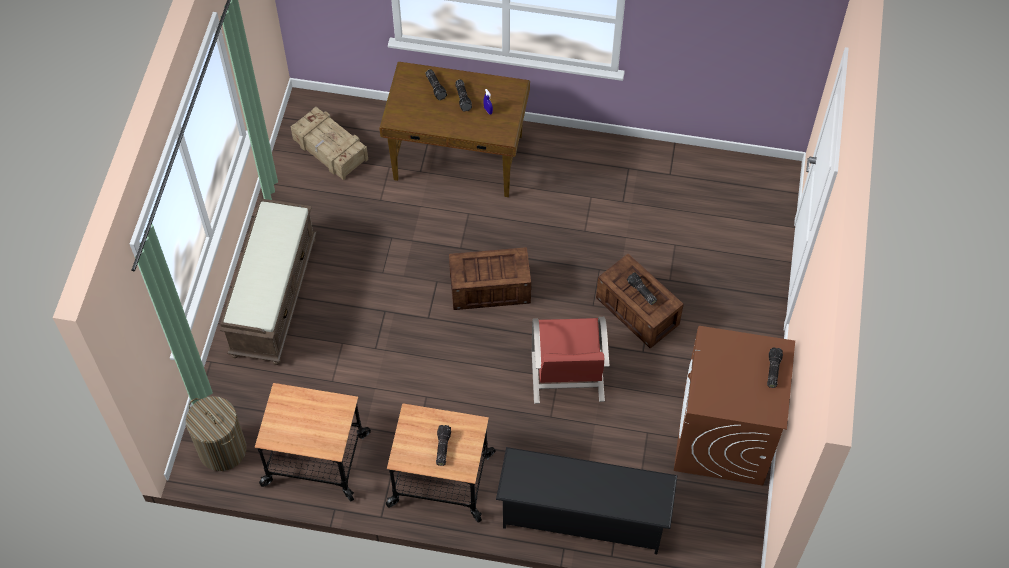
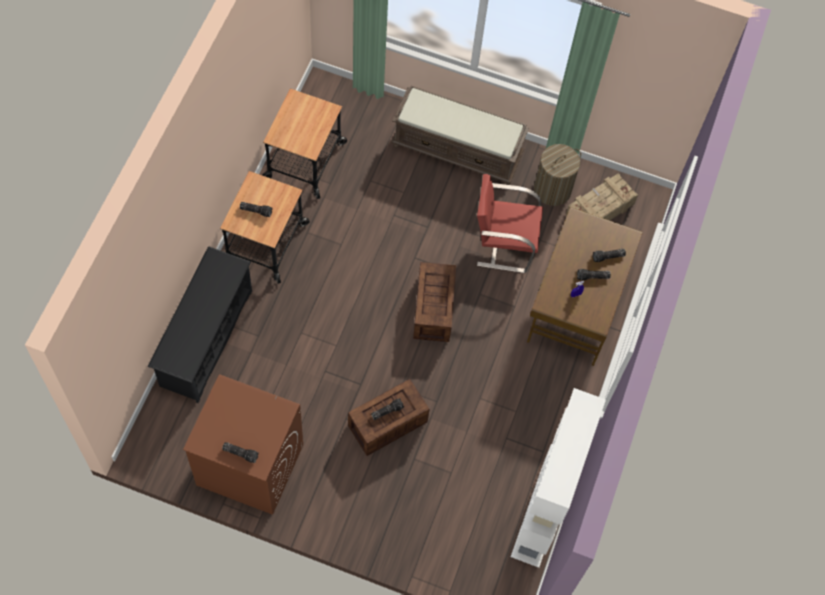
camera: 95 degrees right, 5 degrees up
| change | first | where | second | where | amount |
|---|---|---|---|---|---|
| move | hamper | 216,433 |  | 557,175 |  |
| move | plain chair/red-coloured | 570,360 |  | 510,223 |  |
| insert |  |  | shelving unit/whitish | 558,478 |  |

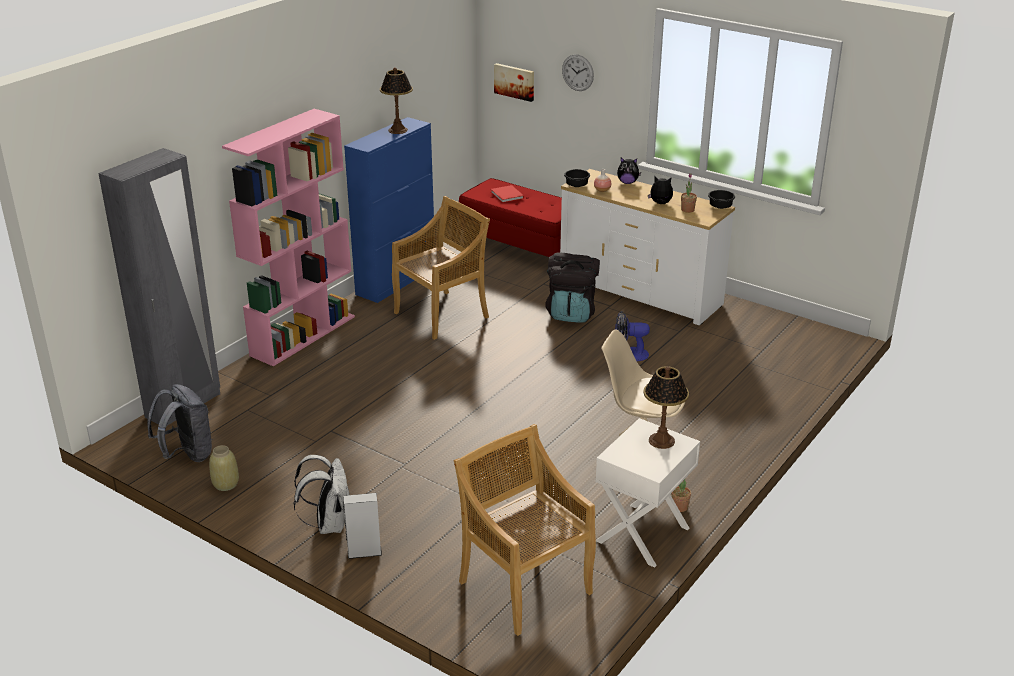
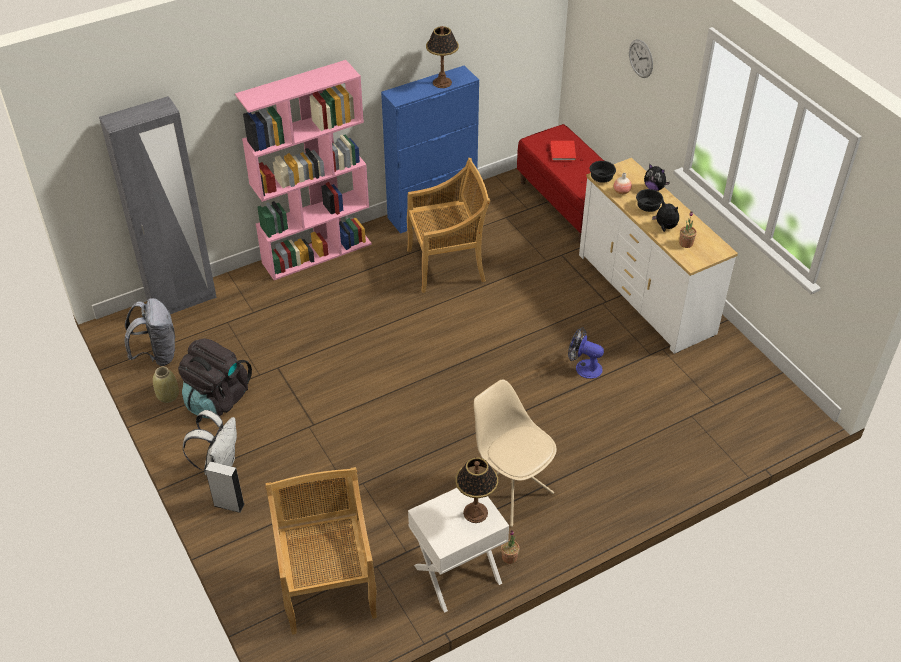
camera: 25 degrees right, 15 degrees up
| change | first | where | second | where | amount |
|---|---|---|---|---|---|
| delete | picture | 514,82 |  |  |  |
| move | backpack/black | 572,287 |  | 215,378 |  |
| move | deep dish/black | 721,199 |  | 649,200 |  |

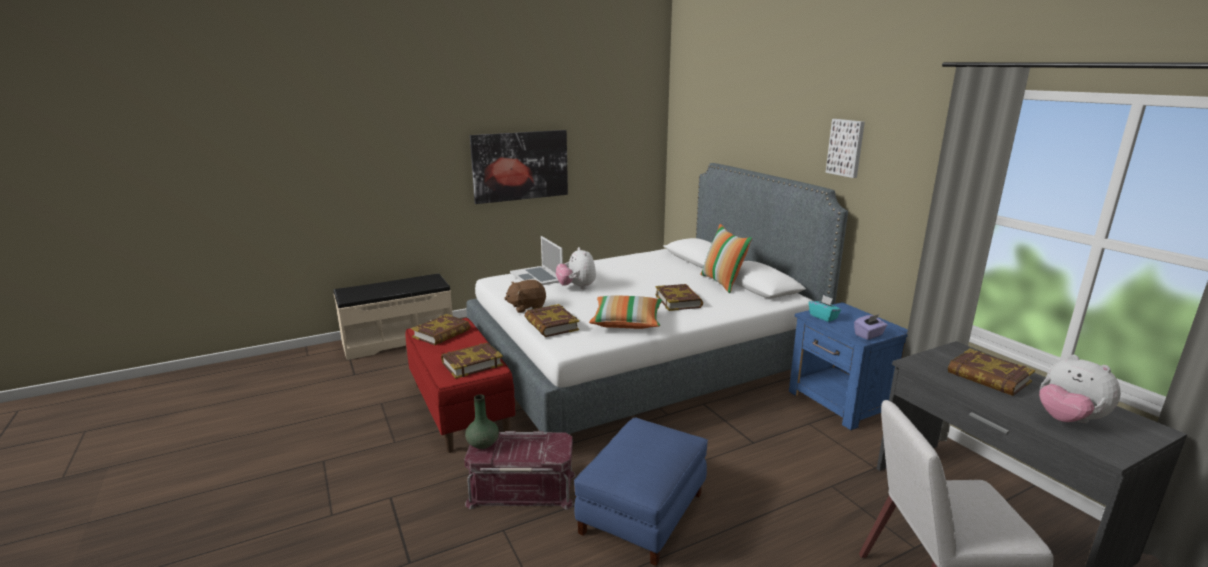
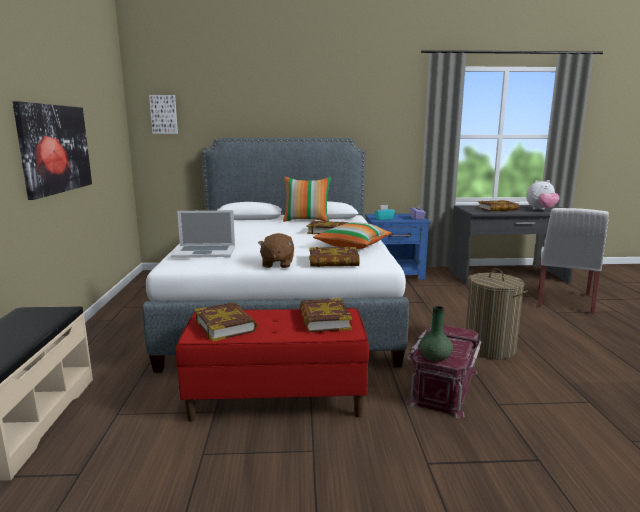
camera: 65 degrees left, 5 degrees down
| change | first | where | second | where | amount |
|---|---|---|---|---|---|
| delete | soft toy | 576,268 |  |  |  |
| replace | pouffe/bluish | 641,491 | hamper | 497,313 |  |
| move | picture | 845,148 |  | 163,114 |  |

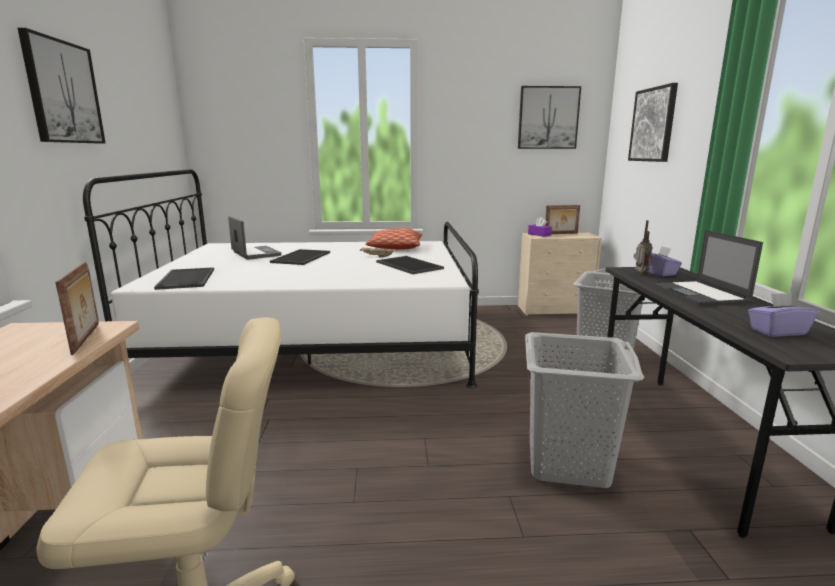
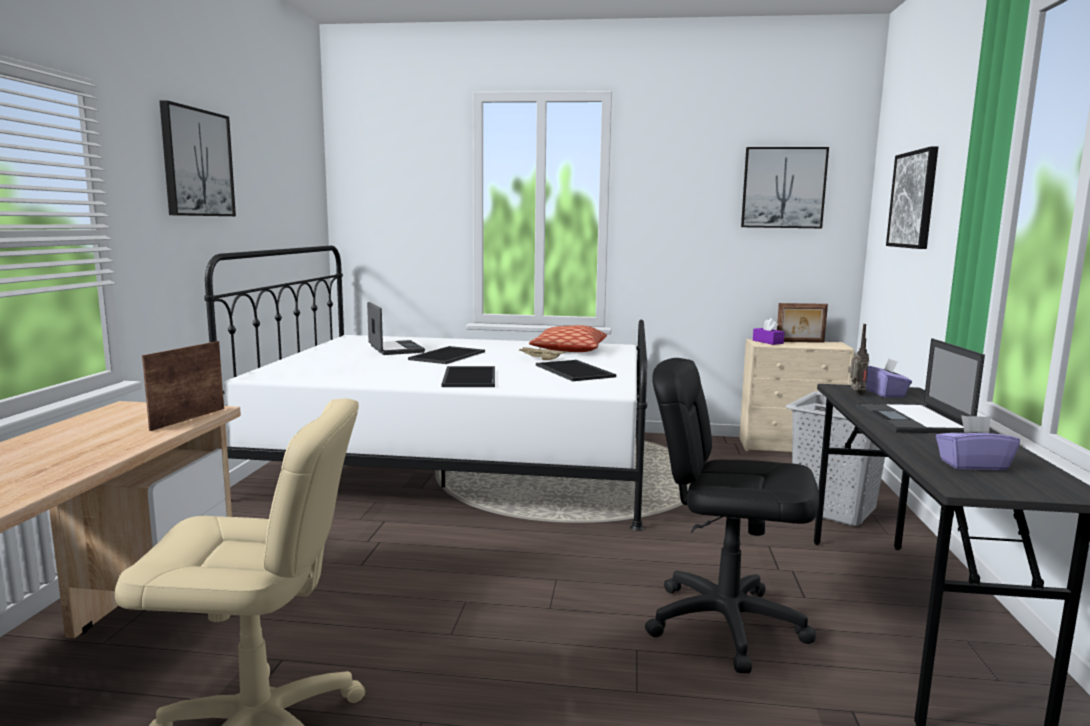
camera: 10 degrees right, 5 degrees down
| change | first | where | second | where | amount |
|---|---|---|---|---|---|
| rotate | picture frame | 77,308 |  | 183,386 | 150 degrees counterclockwise |
| move | serving tray | 184,278 |  | 468,376 |  |
| replace | hamper/greyish | 584,410 | computer chair/black | 732,515 |  |

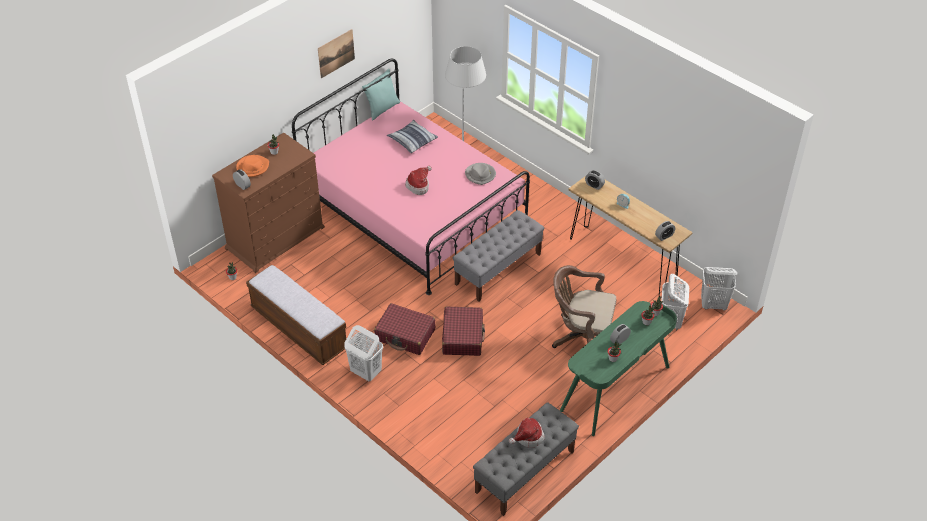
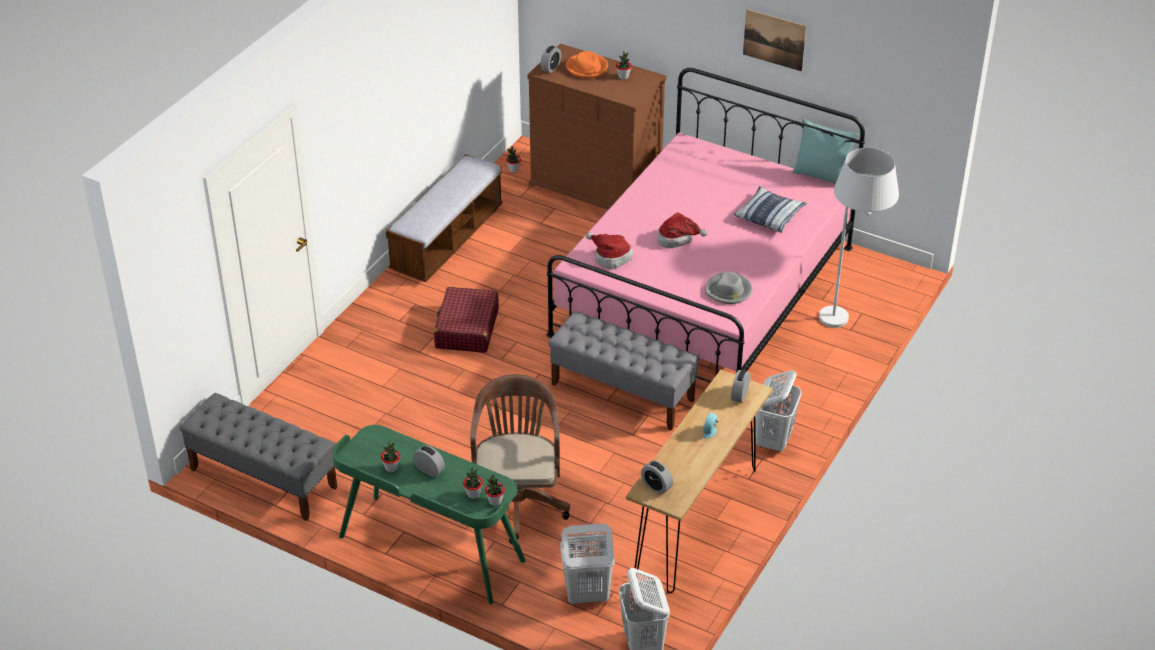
camera: 75 degrees right, 5 degrees down
| change | first | where | second | where | amount |
|---|---|---|---|---|---|
| move | hamper/whitish | 363,353 |  | 779,411 |  |
| delete | travel case/red-coloured | 463,331 |  |  |  |
| move | hat | 527,433 |  | 609,251 |  |

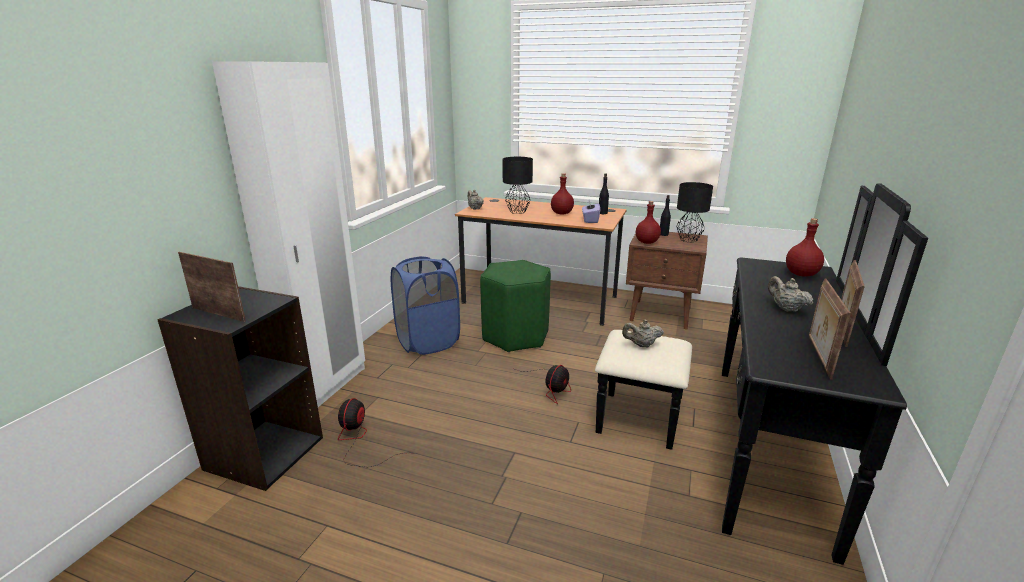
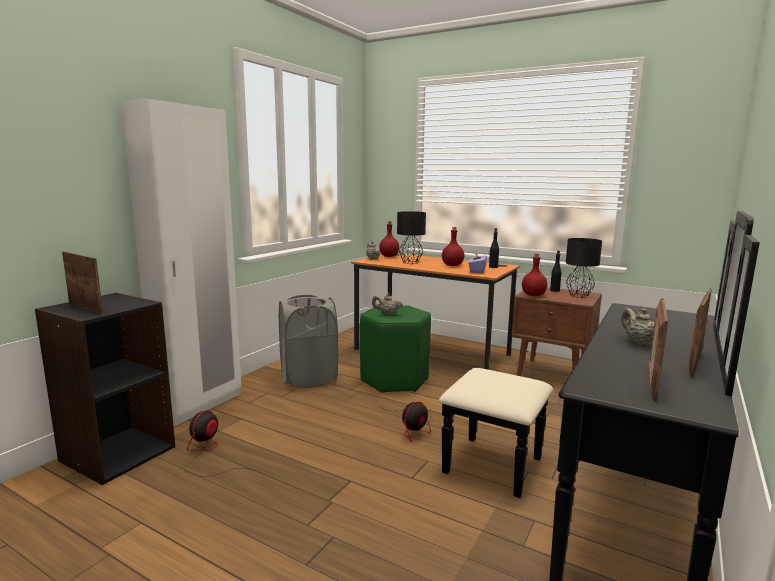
camera: 10 degrees right, 10 degrees down
| change | first | where | second | where | amount |
|---|---|---|---|---|---|
| recolor | hamper/bluish | 425,305 | hamper/greyish | 308,341 |  |
| move | teapot/sand-coloured | 643,333 |  | 387,304 |  |
| move | beverage bottle/red-coloured | 805,247 |  | 389,239 |  |

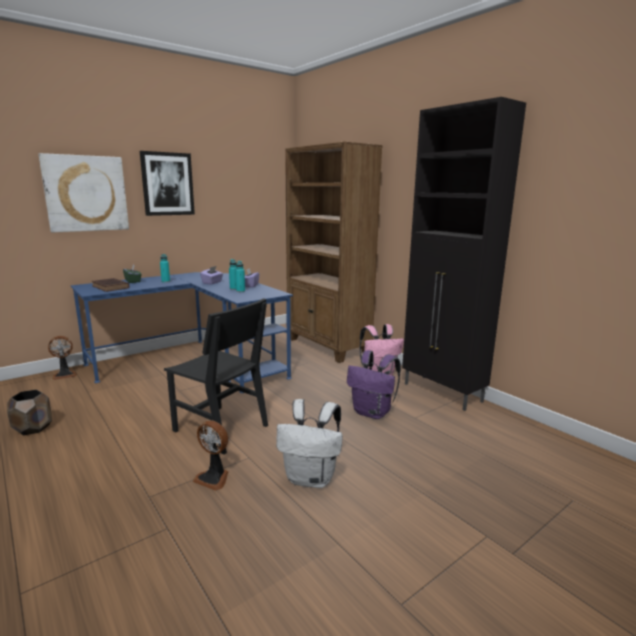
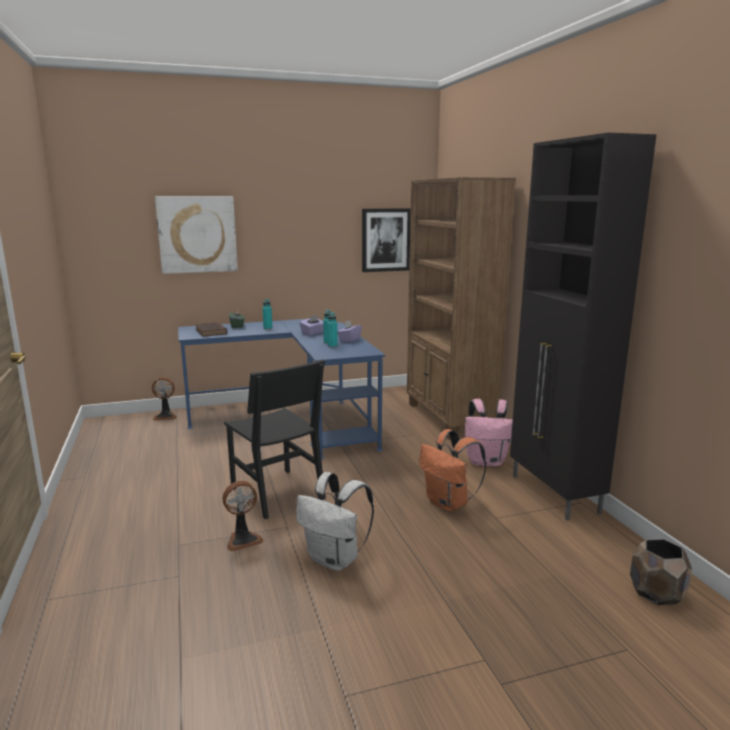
camera: 20 degrees right, 0 degrees up
| change | first | where | second | where | amount |
|---|---|---|---|---|---|
| move | planter/brown-coloured | 29,412 |  | 661,572 |  |
| move | picture | 167,183 |  | 386,240 |  |
| rotate | fan | 210,455 |  | 243,516 | 75 degrees counterclockwise |
| recolor | backpack/purplish | 374,384 | backpack/orangey | 452,470 |  |

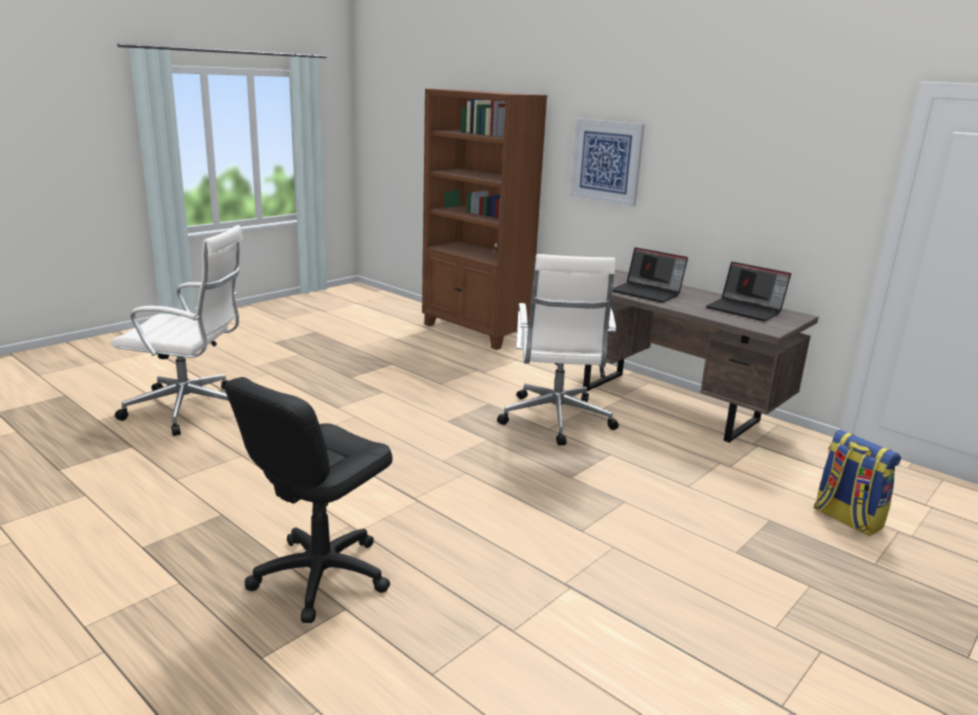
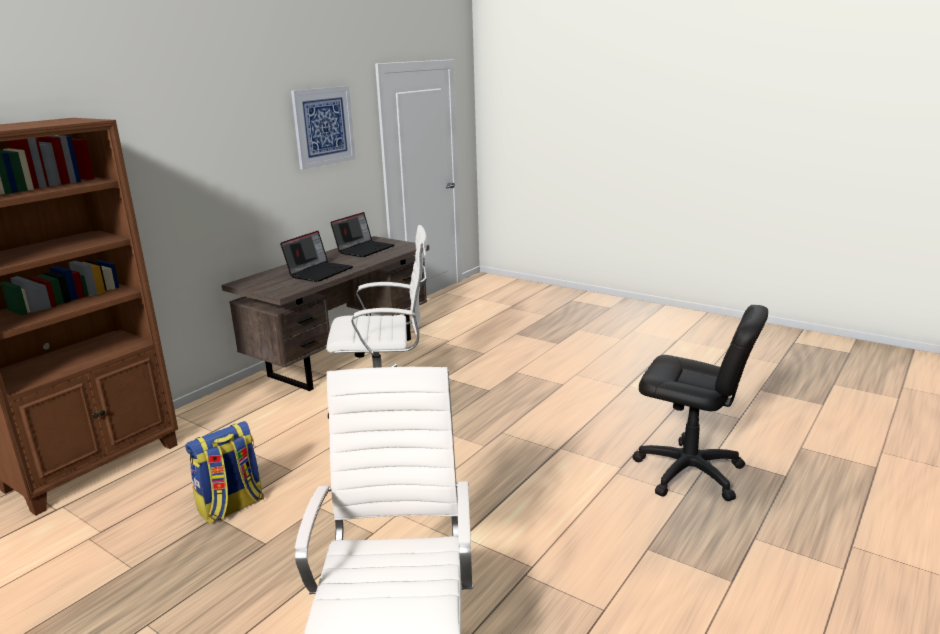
camera: 95 degrees left, 0 degrees up
| change | first | where | second | where | amount |
|---|---|---|---|---|---|
| move | picture | 607,162 |  | 323,127 |  |
| move | backpack | 857,483 |  | 224,472 |  |

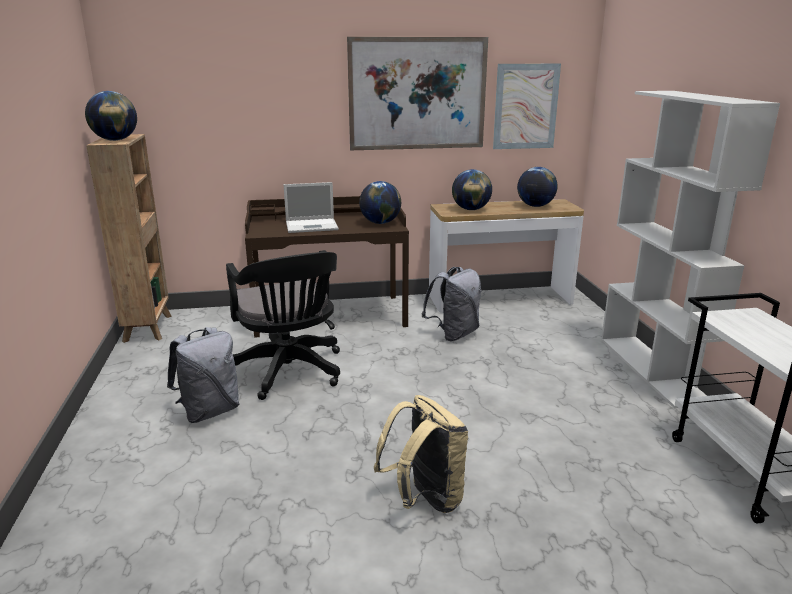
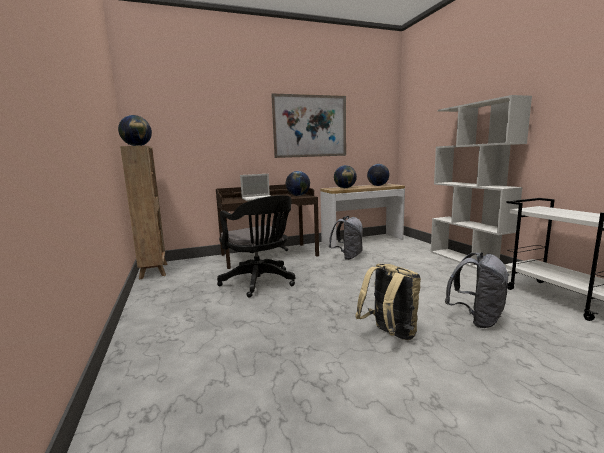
camera: 10 degrees left, 10 degrees down
| change | first | where | second | where | amount |
|---|---|---|---|---|---|
| move | backpack/greyish | 203,375 |  | 477,290 |  |
| delete | picture | 527,106 |  |  |  |

